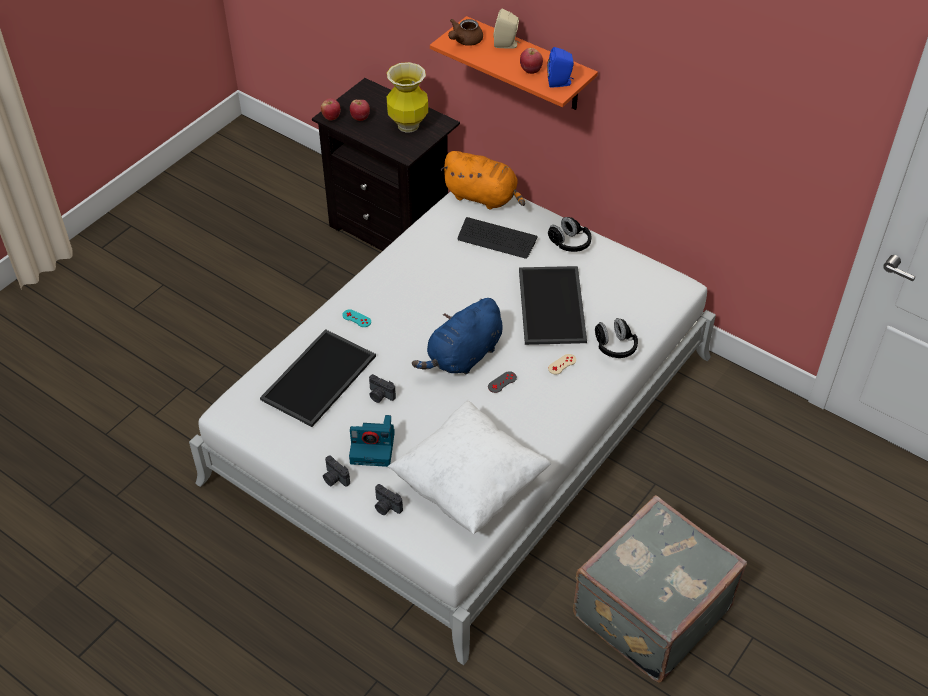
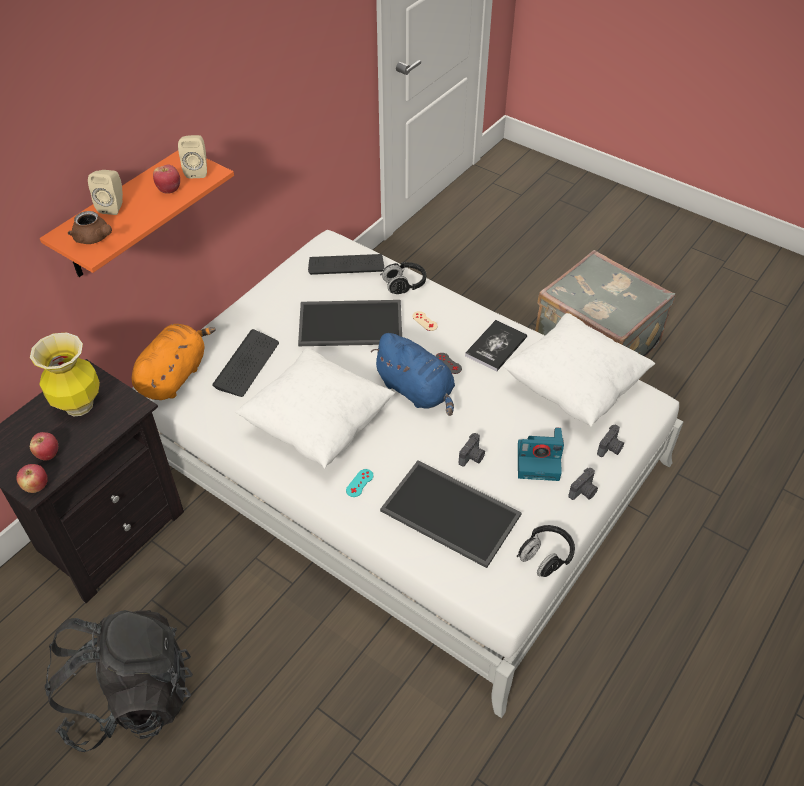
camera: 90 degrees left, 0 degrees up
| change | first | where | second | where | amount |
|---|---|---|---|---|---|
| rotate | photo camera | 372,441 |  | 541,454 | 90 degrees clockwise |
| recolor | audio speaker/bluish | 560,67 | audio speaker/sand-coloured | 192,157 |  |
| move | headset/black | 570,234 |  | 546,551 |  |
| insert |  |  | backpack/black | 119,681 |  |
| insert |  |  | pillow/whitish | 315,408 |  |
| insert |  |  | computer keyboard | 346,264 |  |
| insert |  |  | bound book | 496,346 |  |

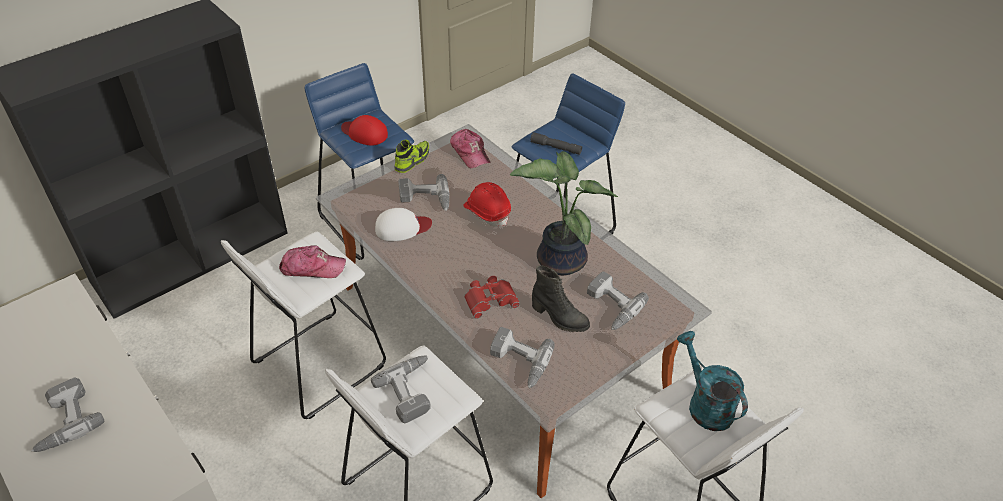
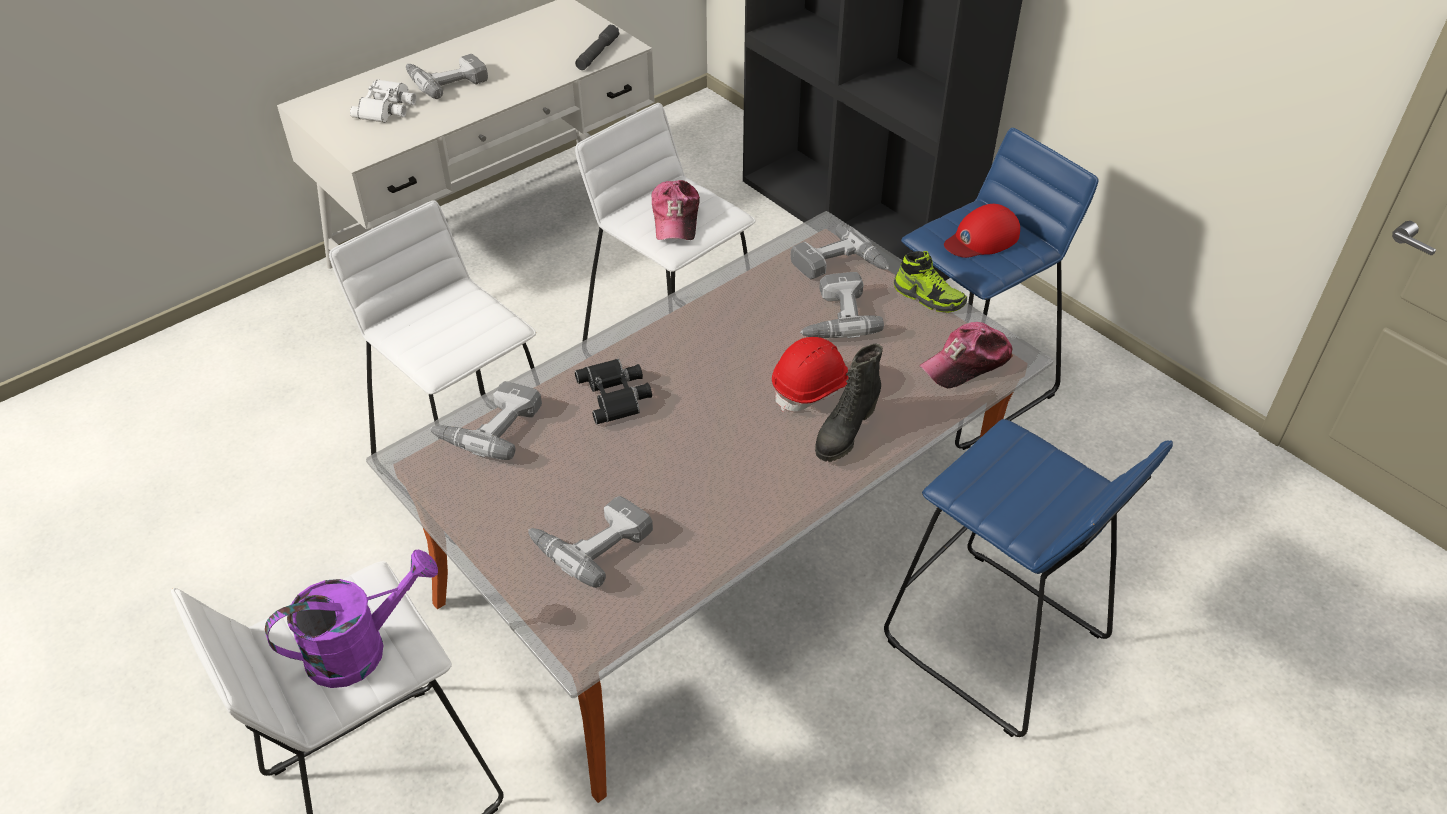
camera: 90 degrees right, 0 degrees up
| change | first | where | second | where | amount |
|---|---|---|---|---|---|
| rotate | peaked cap/red-coloured | 364,130 |  | 982,231 | 150 degrees counterclockwise |
| move | drill | 401,389 |  | 839,251 |  |
| delete | peaked cap/whitish | 403,224 |  |  |  |
| recolor | field glasses/red-coloured | 492,297 | field glasses/black | 613,391 |  |
| delete | plant in a pot | 564,213 |  |  |  |
| move | hand torch/greyish | 556,143 |  | 597,47 |  |
| move | high-top boot/black | 561,298 |  | 849,402 |  |
| recolor | watering can/blue-green | 712,381 | watering can/purplish | 351,619 |  |
| insert |  |  | field glasses/whitish | 383,101 |  |

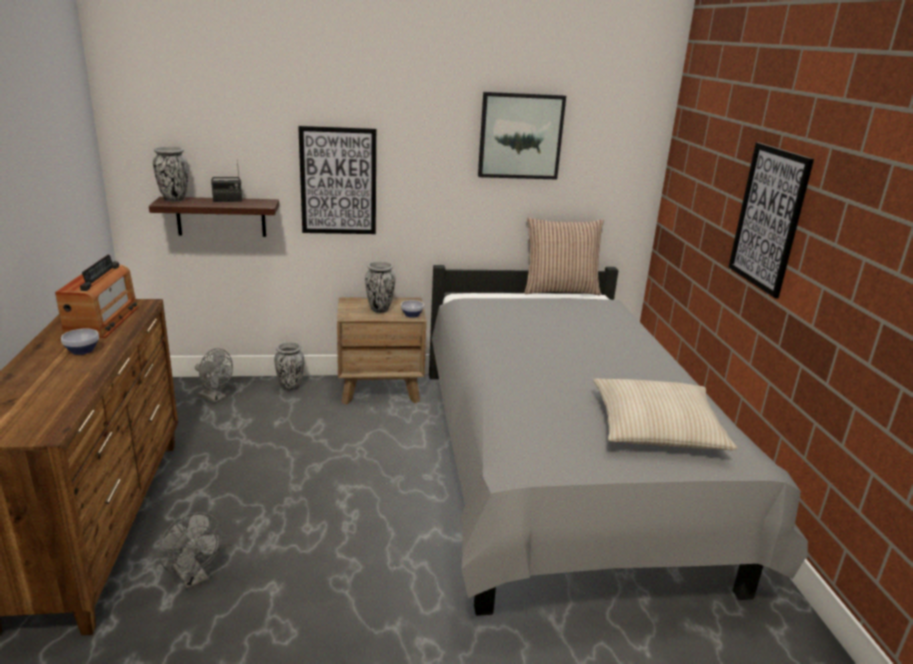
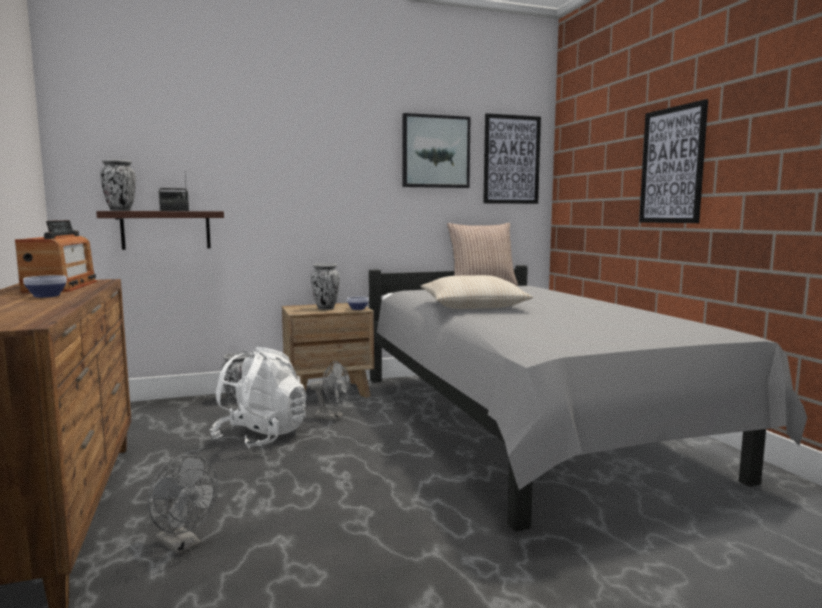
camera: 10 degrees left, 15 degrees down
| change | first | where | second | where | amount |
|---|---|---|---|---|---|
| move | fan/greyish | 214,375 |  | 330,390 |  |
| move | picture | 337,180 |  | 512,158 |  |
| move | pillow/sand-coloured | 665,414 |  | 477,292 |  |
| insert |  |  | backpack/whitish | 258,398 |  |

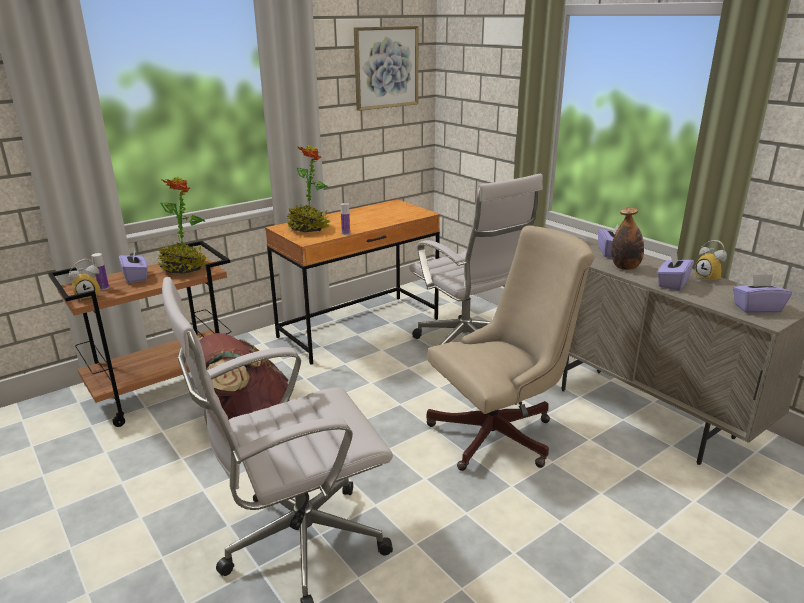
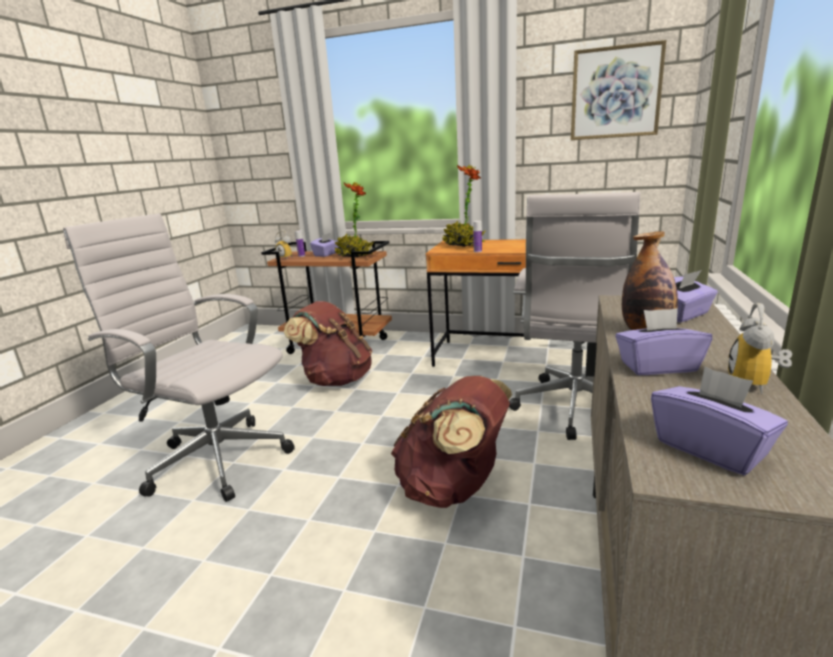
camera: 55 degrees right, 5 degrees down
| change | first | where | second | where | amount |
|---|---|---|---|---|---|
| replace | computer chair/sand-coloured | 510,348 | backpack/brown-coloured | 451,442 |  |

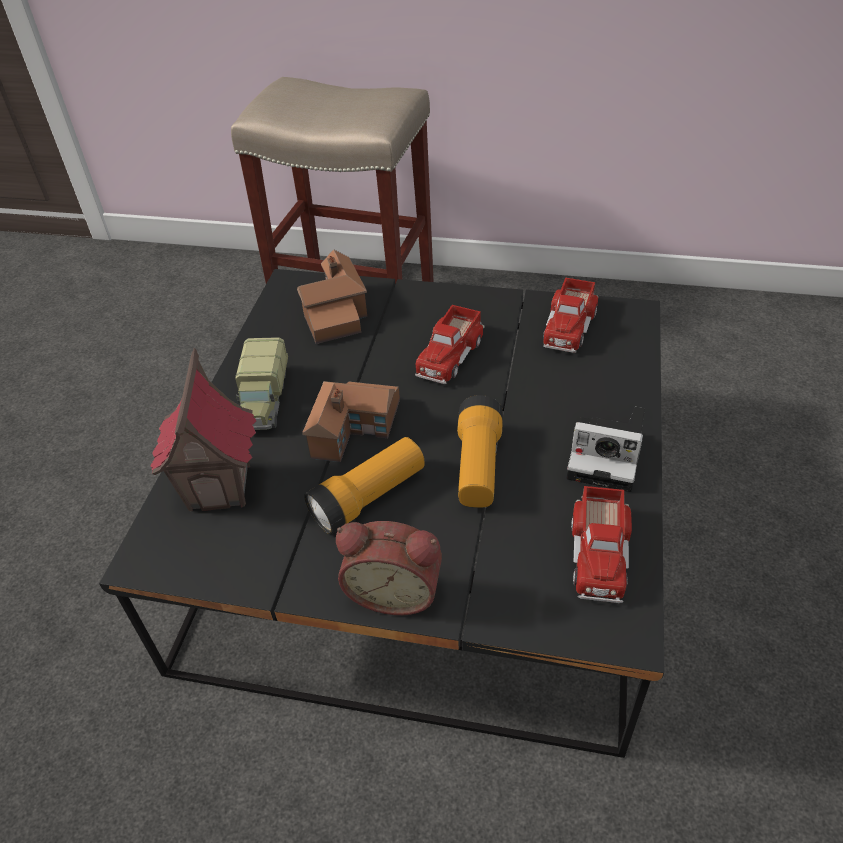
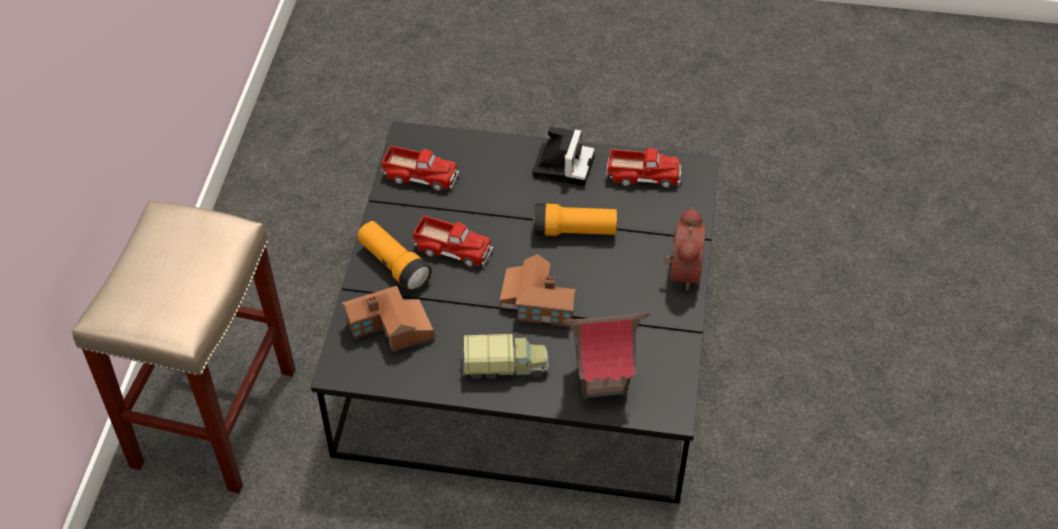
camera: 95 degrees left, 5 degrees up
| change | first | where | second | where | amount |
|---|---|---|---|---|---|
| move | hand torch | 364,485 |  | 395,256 |  |

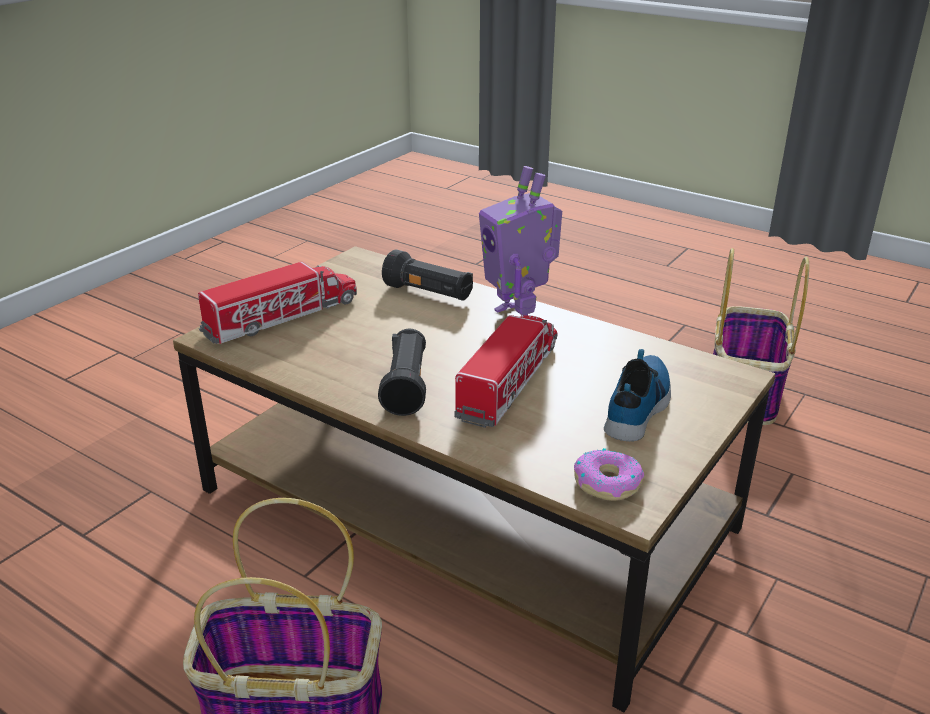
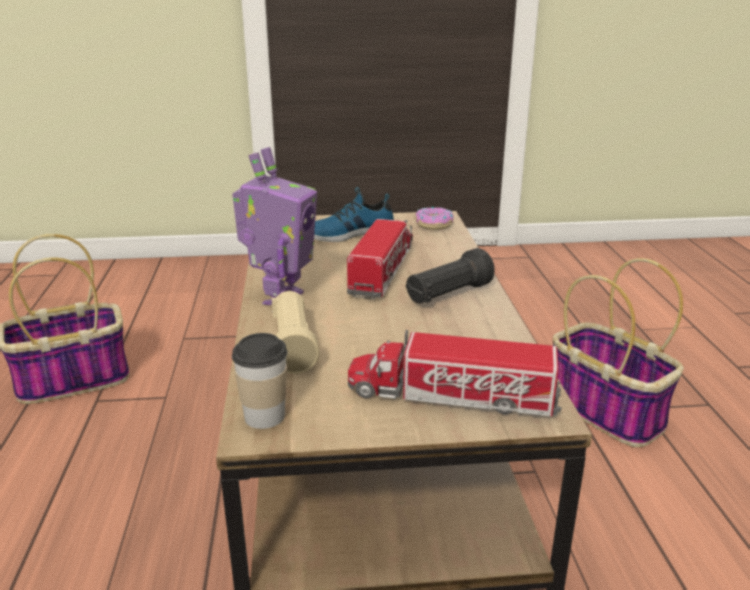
camera: 130 degrees left, 5 degrees down
| change | first | where | second | where | amount |
|---|---|---|---|---|---|
| recolor | hand torch/black | 427,275 | hand torch/sand-coloured | 295,332 |  |
| rotate | toy truck | 505,371 |  | 380,259 | 120 degrees clockwise |
| insert |  |  | small cup | 259,381 |  |

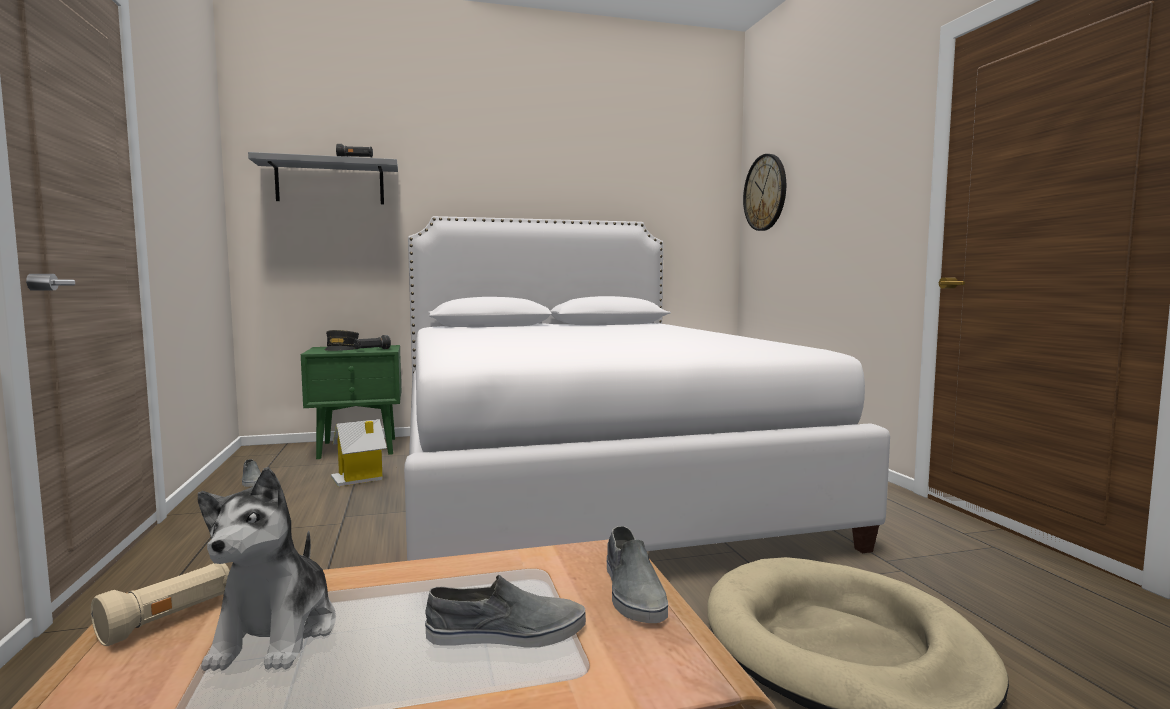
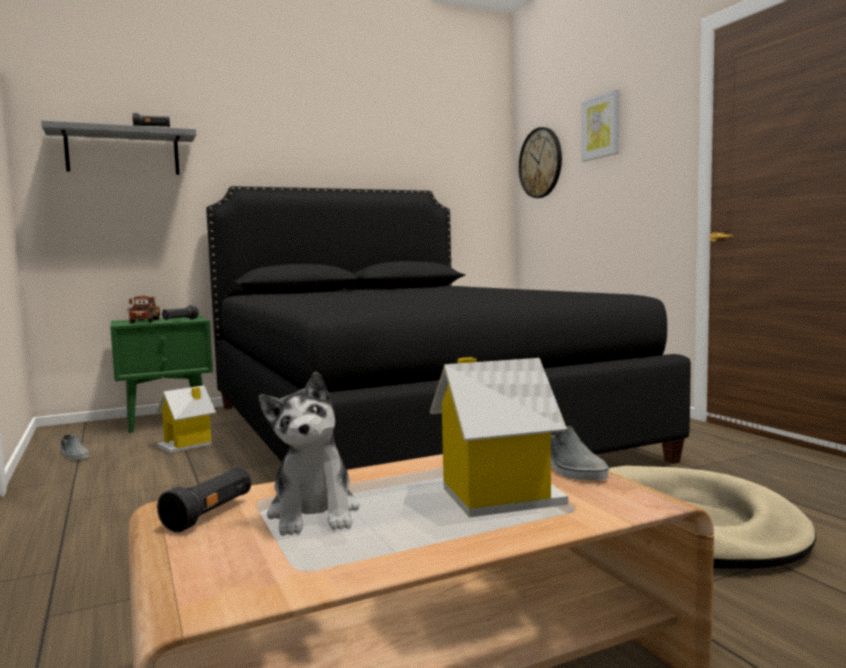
camera: 10 degrees left, 0 degrees up
| change | first | where | second | where | amount |
|---|---|---|---|---|---|
| recolor | hand torch/sand-coloured | 160,604 | hand torch/black | 204,500 |  |
| replace | peaked cap/greyish | 342,340 | toy truck | 144,309 |  |
| recolor | bed/whitish | 647,388 | bed/black | 448,328 |  |
| replace | low shoe/greyish | 505,611 | model house | 499,437 |  |
| insert |  |  | picture | 600,125 |  |

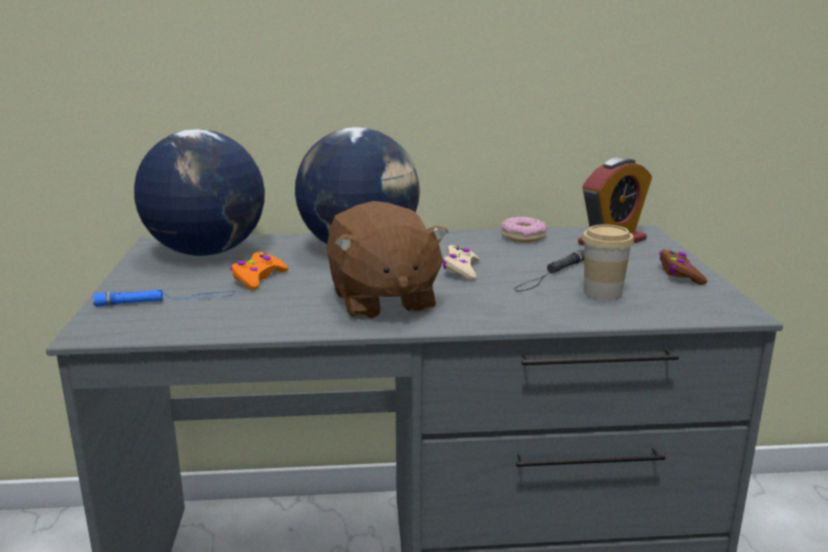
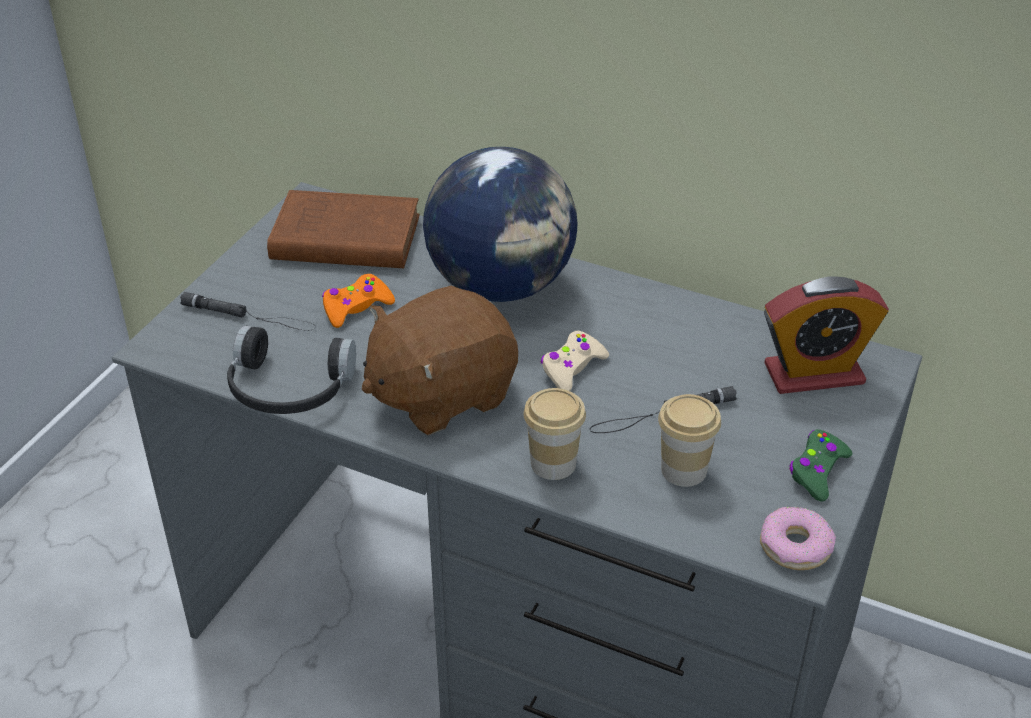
camera: 30 degrees right, 20 degrees up
| change | first | where | second | where | amount |
|---|---|---|---|---|---|
| recolor | hand torch/bluish | 164,298 | hand torch/black | 246,311 |  |
| replace | world globe | 199,192 | bound book/brown-coloured | 343,229 |  |
| rotate | soft toy/brown-coloured | 387,260 |  | 440,360 | 45 degrees clockwise |
| move | donut | 524,229 |  | 798,538 |  |
| recolor | joypad/brown-coloured | 683,267 | joypad/green | 820,465 |  |
| insert |  |  | headset/black | 291,369 |  |
| insert |  |  | small cup | 555,434 |  |

